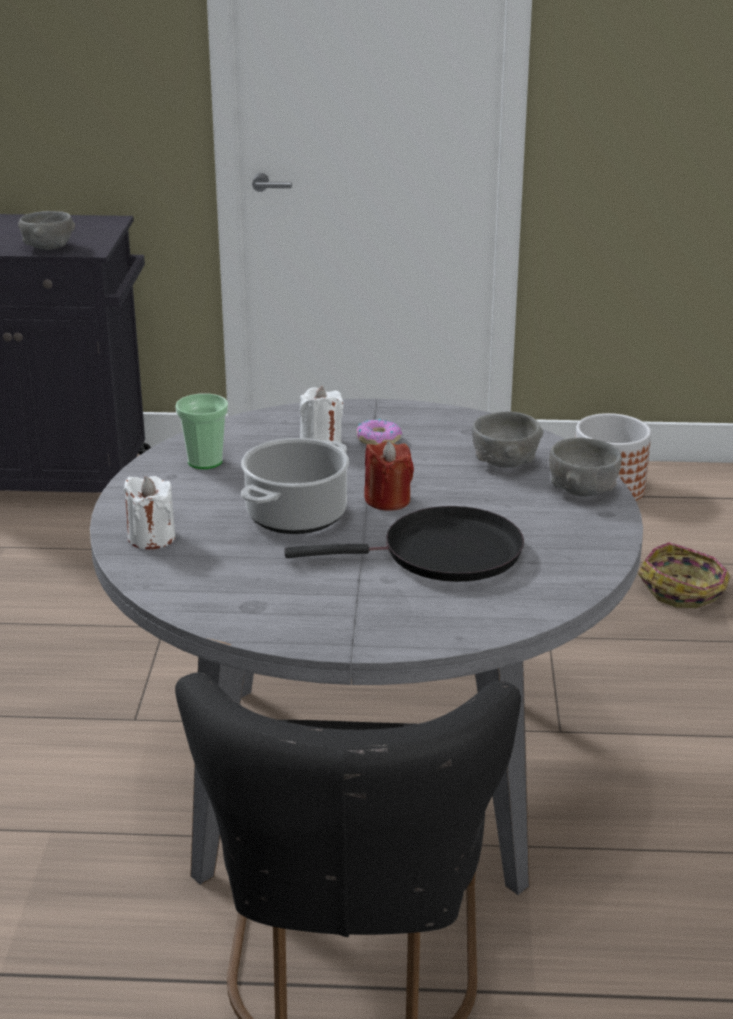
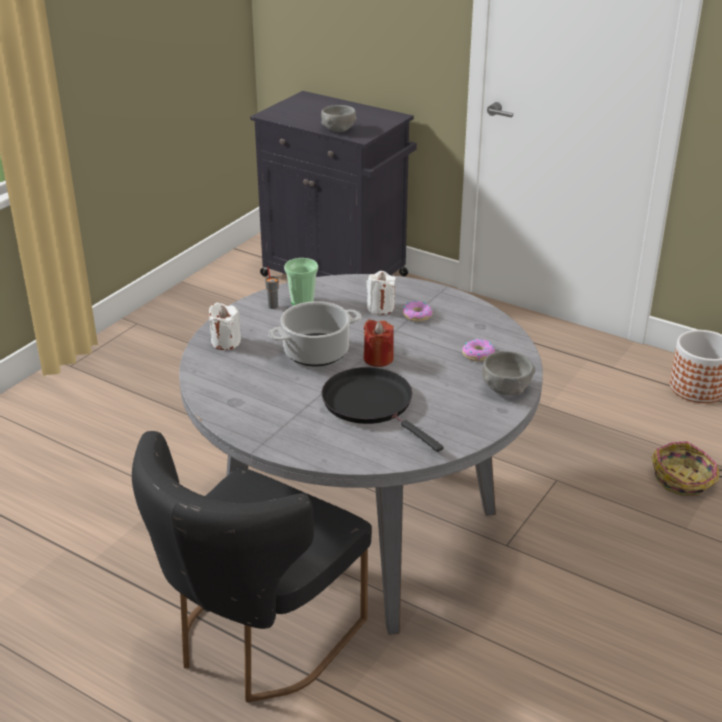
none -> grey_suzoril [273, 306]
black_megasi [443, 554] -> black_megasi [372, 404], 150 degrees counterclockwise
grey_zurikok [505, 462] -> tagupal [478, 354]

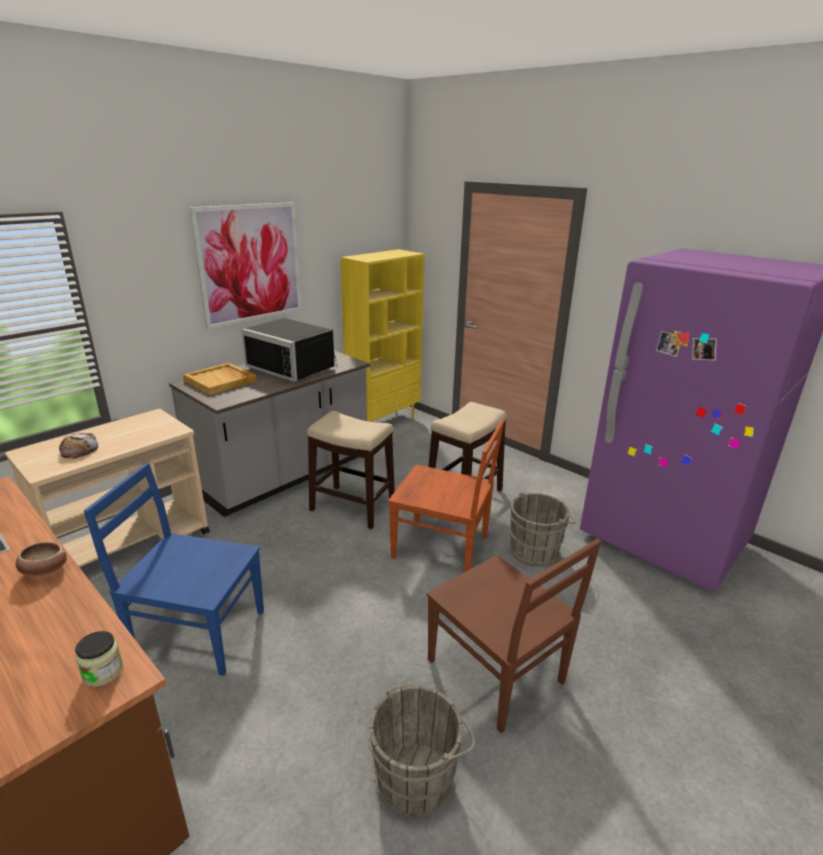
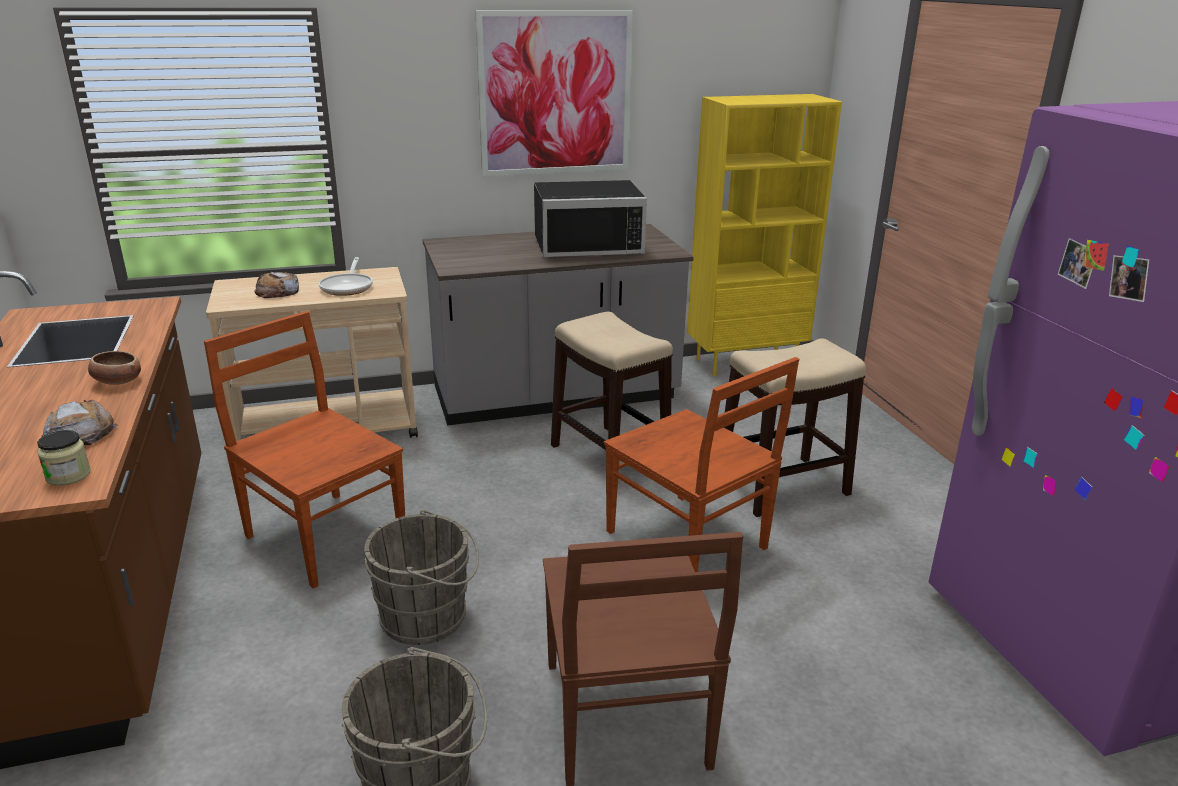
none -> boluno [80, 433]
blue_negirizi [197, 632] -> brown_negirizi [323, 535]
none -> megasi [348, 287]
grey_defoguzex [536, 550] -> grey_defoguzex [429, 617], relocated
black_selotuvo [295, 367] -> black_selotuvo [587, 245], 75 degrees counterclockwise
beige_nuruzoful [221, 381] -> none

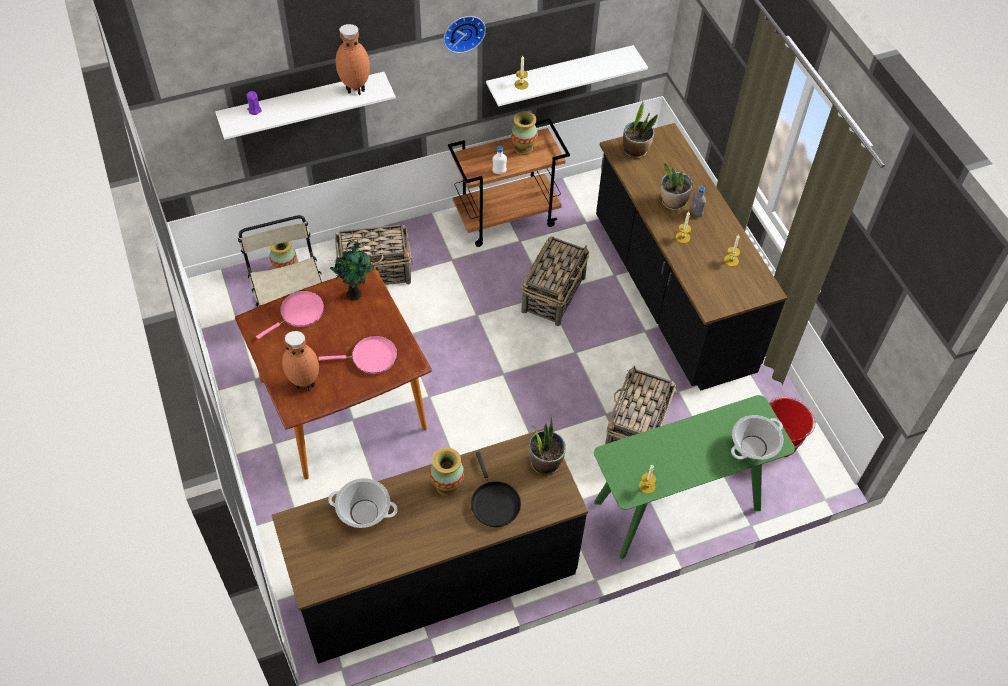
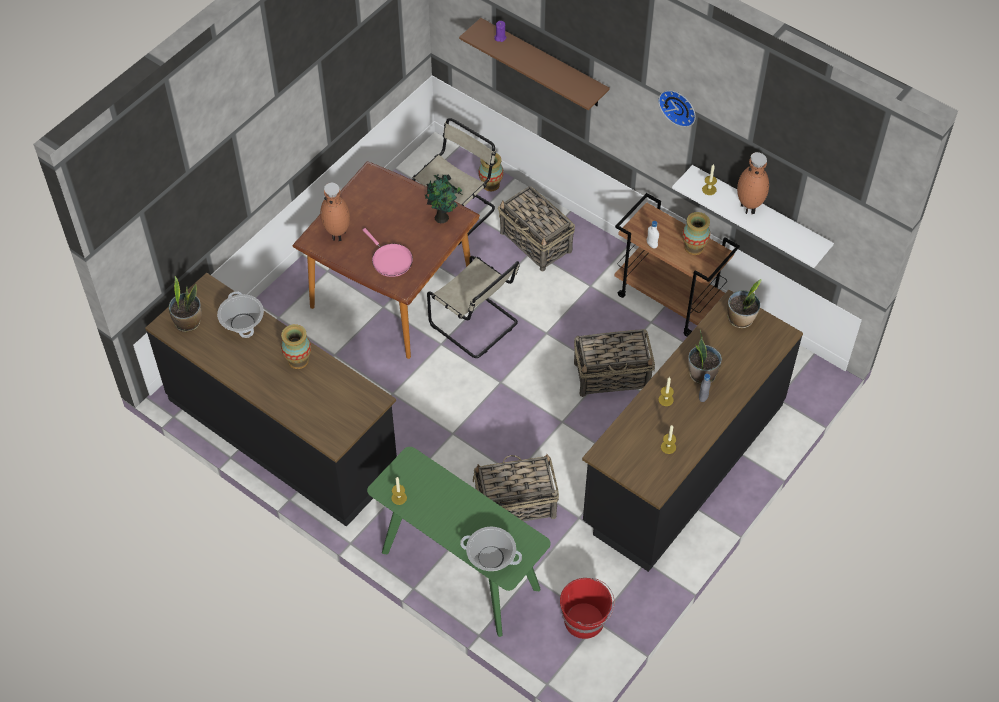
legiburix [545, 462] -> legiburix [188, 322], relocated
none -> beige_negirizi [476, 325]
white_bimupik [303, 104] -> brown_bimupik [543, 63]
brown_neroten [355, 89] -> brown_neroten [749, 207], relocated
pink_megasi [299, 313] -> none
black_megasi [494, 502] -> none

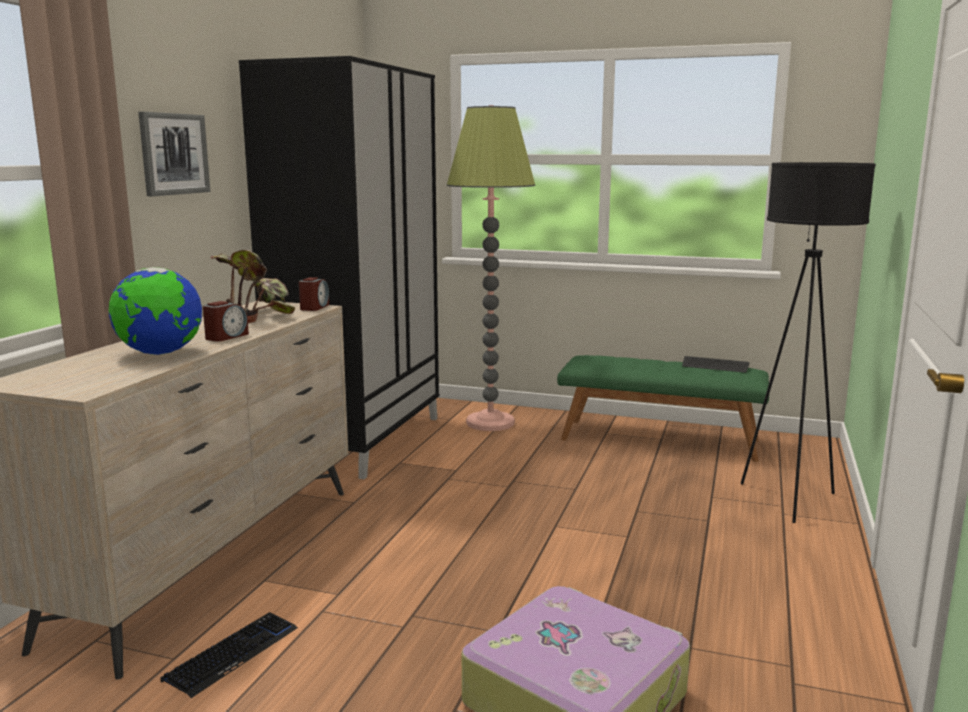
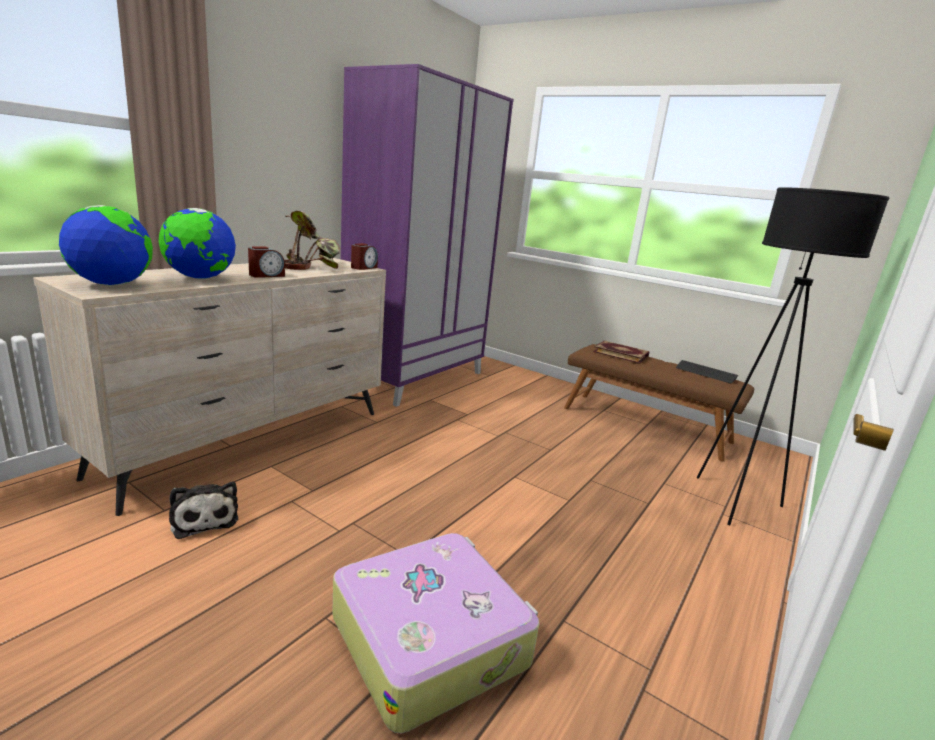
none -> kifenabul [112, 284]
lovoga [232, 654] -> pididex [204, 518]
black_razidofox [360, 440] -> purple_razidofox [414, 377]
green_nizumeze [659, 439] -> brown_nizumeze [646, 424]
none -> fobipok [621, 354]
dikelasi [174, 154] -> none
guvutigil [490, 423] -> none

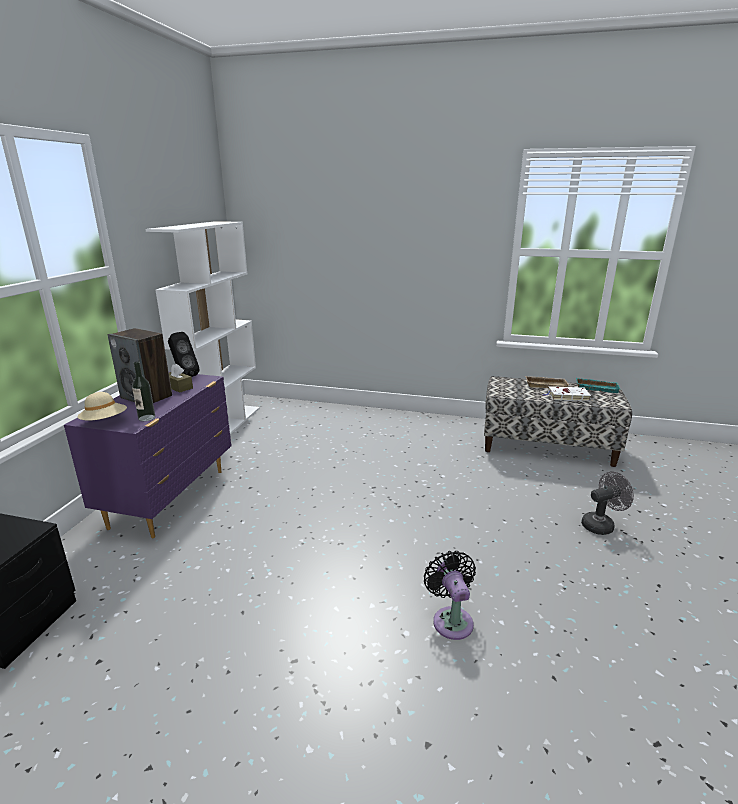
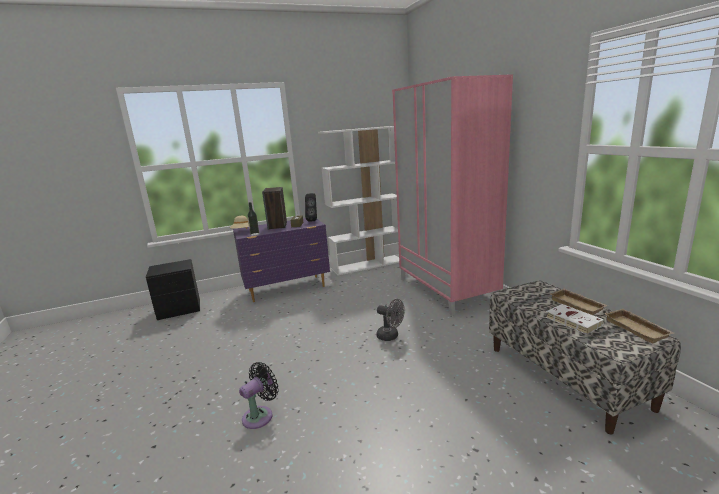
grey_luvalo [601, 525] -> grey_luvalo [391, 336], relocated
none -> pink_razidofox [447, 290]
turquoise_nuruzoful [597, 388] -> beige_nuruzoful [638, 329]

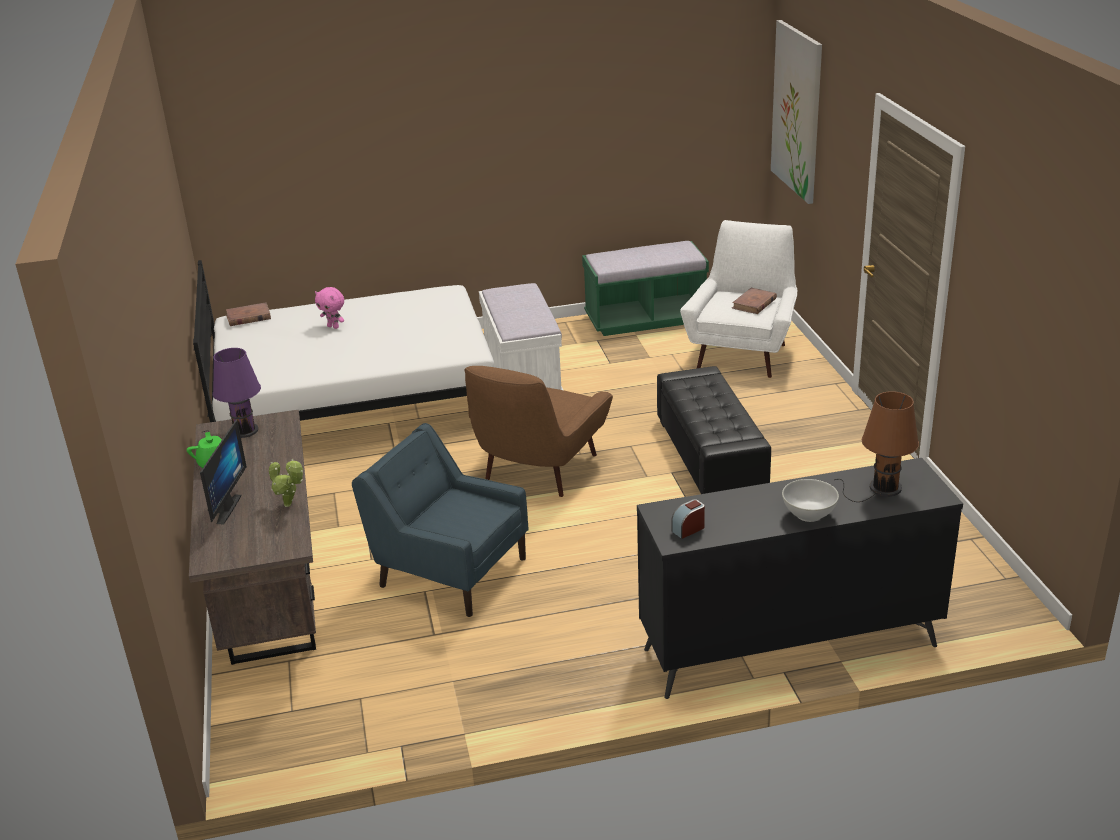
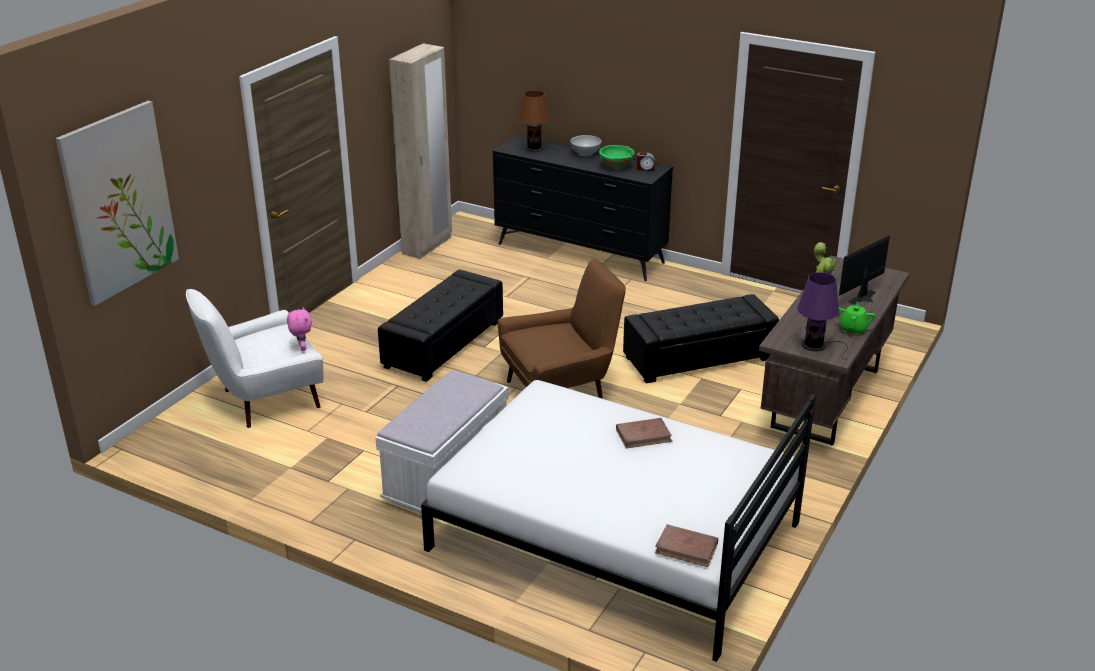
pink_pididex [333, 327] -> pink_pididex [302, 348], relocated
none -> beige_razidofox [427, 246]
none -> green_zurikok [616, 167]
brown_fobipok [754, 303] -> brown_fobipok [643, 435], relocated
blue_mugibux [450, 571] -> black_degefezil [699, 358]
green_nizumeze [645, 319] -> none

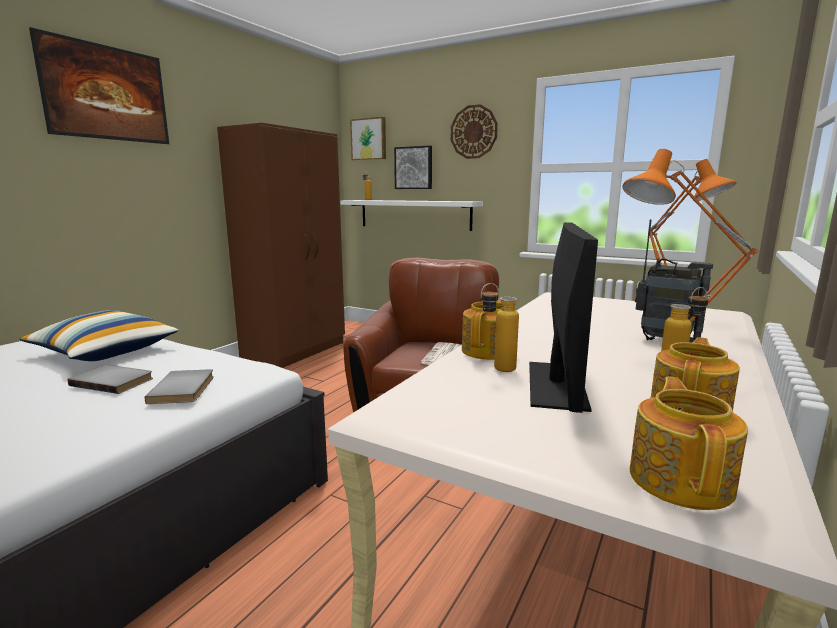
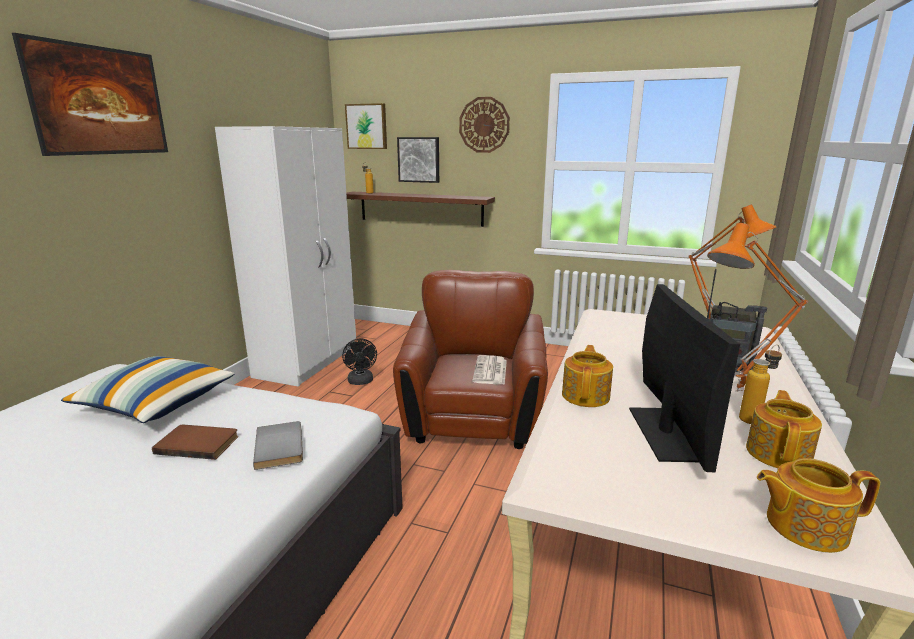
grey_fobipok [114, 381] -> brown_fobipok [199, 443]
brown_razidofox [296, 351] -> white_razidofox [308, 361]
none -> black_luvalo [361, 382]
white_bimupik [414, 214] -> brown_bimupik [420, 208]
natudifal [681, 479] -> natudifal [804, 526], 90 degrees counterclockwise
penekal [496, 370] -> none

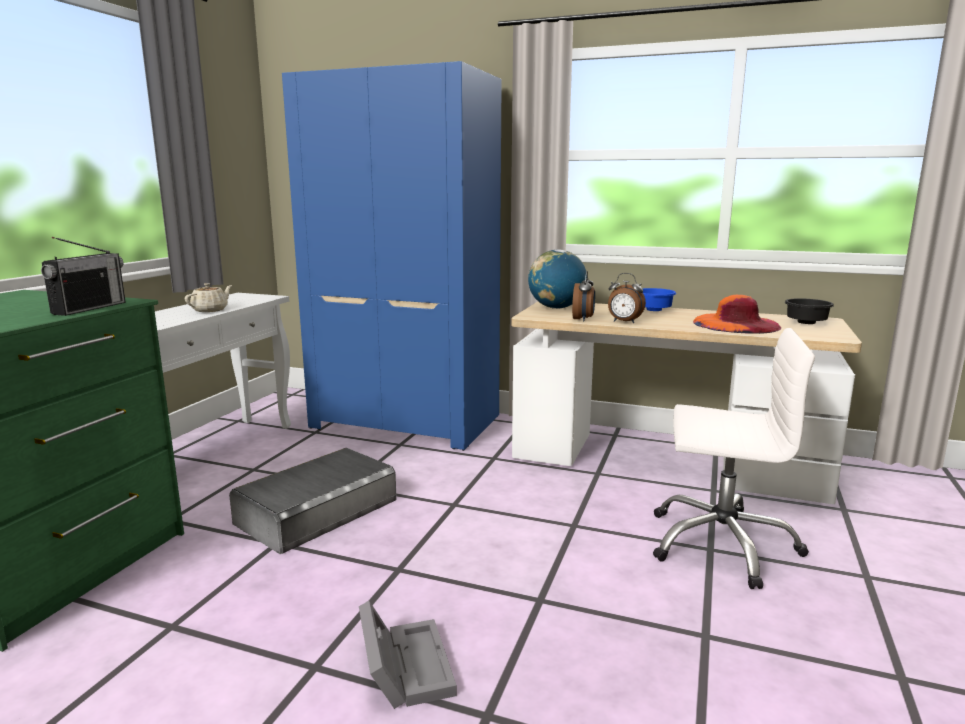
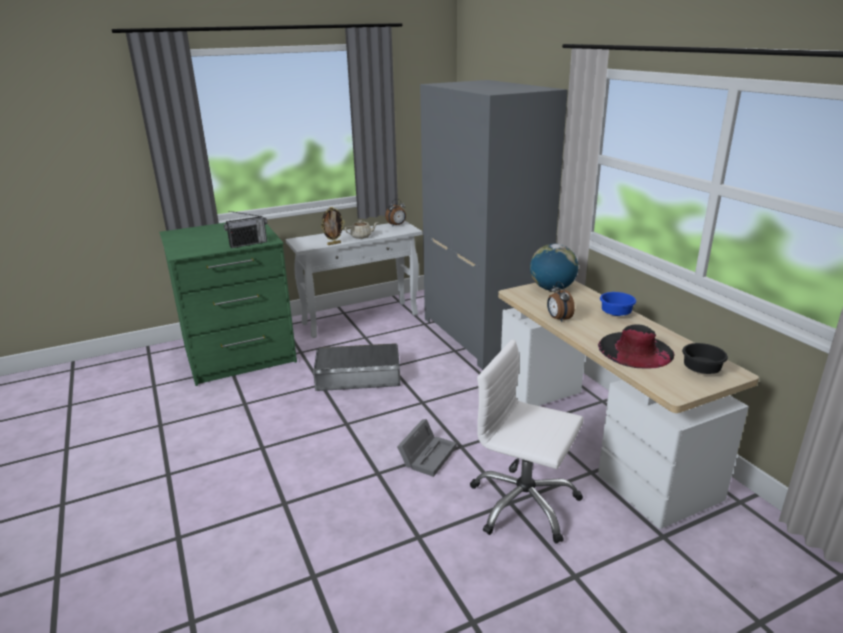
none -> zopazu [334, 244]
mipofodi [583, 319] -> mipofodi [397, 225], relocated
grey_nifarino [404, 665] -> grey_nifarino [428, 454], relocated
blue_razidofox [408, 421] -> grey_razidofox [484, 335]
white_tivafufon [721, 543] -> white_tivafufon [523, 504], 150 degrees clockwise
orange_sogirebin [736, 324] -> black_sogirebin [635, 350]

